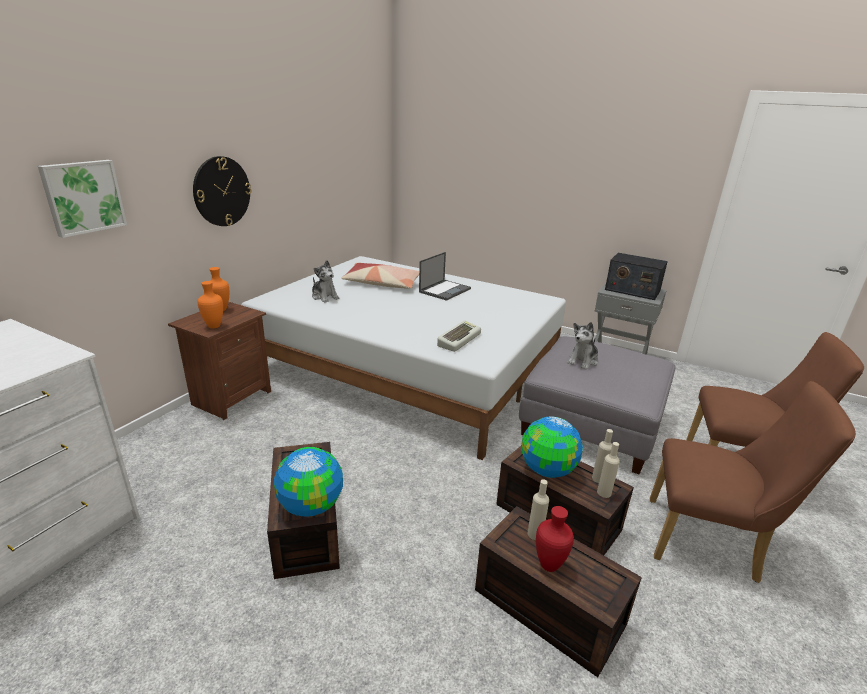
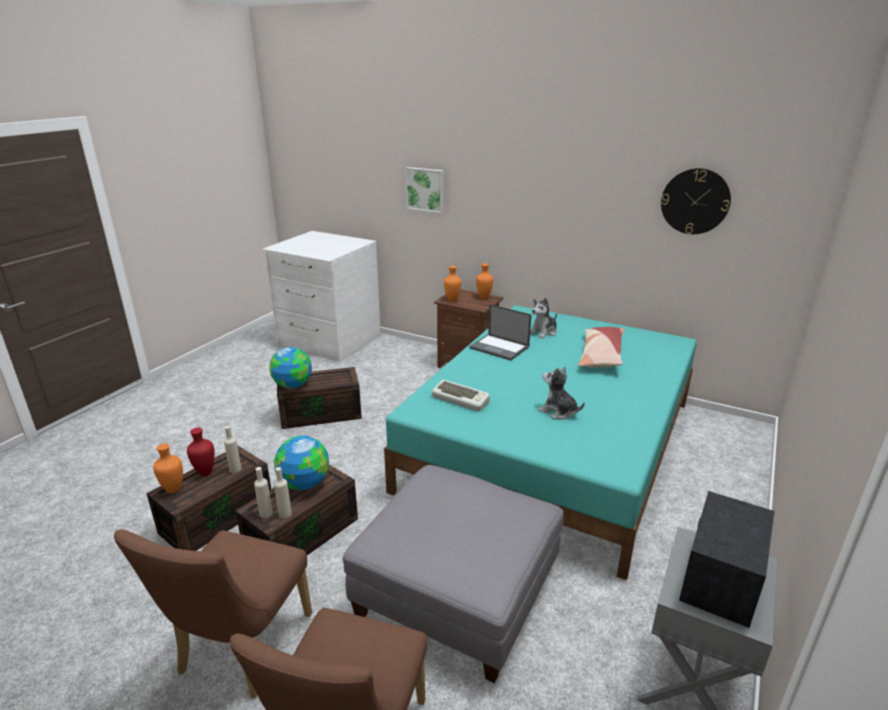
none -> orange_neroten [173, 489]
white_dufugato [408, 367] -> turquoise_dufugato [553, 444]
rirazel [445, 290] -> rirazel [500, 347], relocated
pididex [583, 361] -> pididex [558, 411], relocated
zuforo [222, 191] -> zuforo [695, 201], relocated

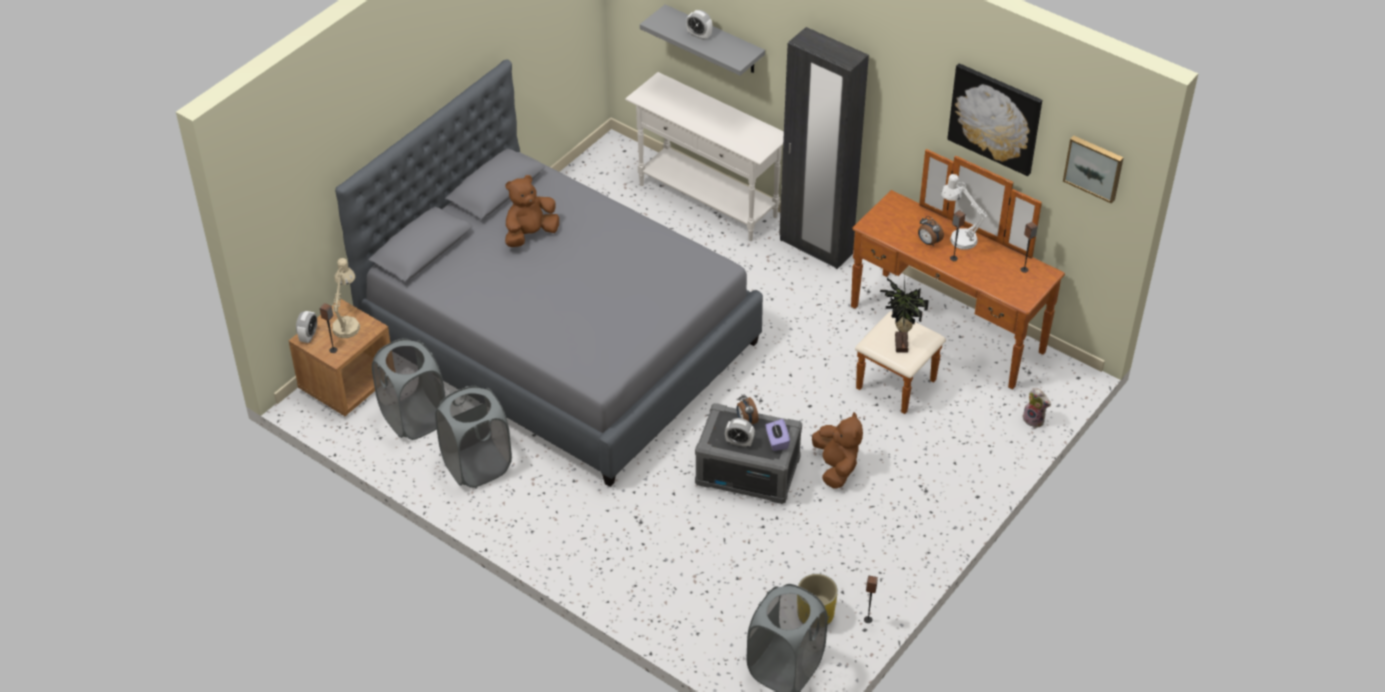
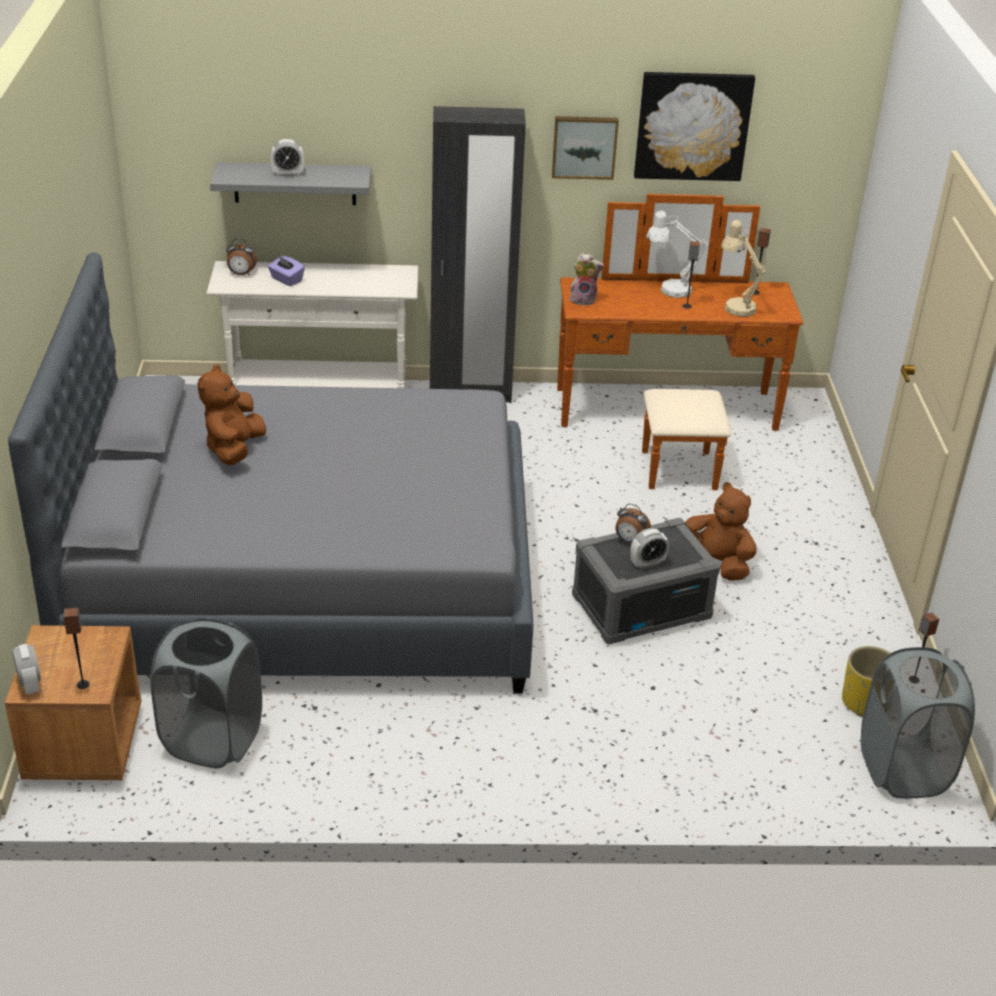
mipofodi [928, 242] -> mipofodi [241, 274], relocated
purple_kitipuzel [777, 441] -> purple_kitipuzel [286, 280], relocated
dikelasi [1094, 167] -> dikelasi [584, 146], relocated
pididex [1034, 420] -> pididex [583, 300], relocated
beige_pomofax [347, 324] -> beige_pomofax [735, 306], relocated
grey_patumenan [477, 466] -> none
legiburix [899, 344] -> none

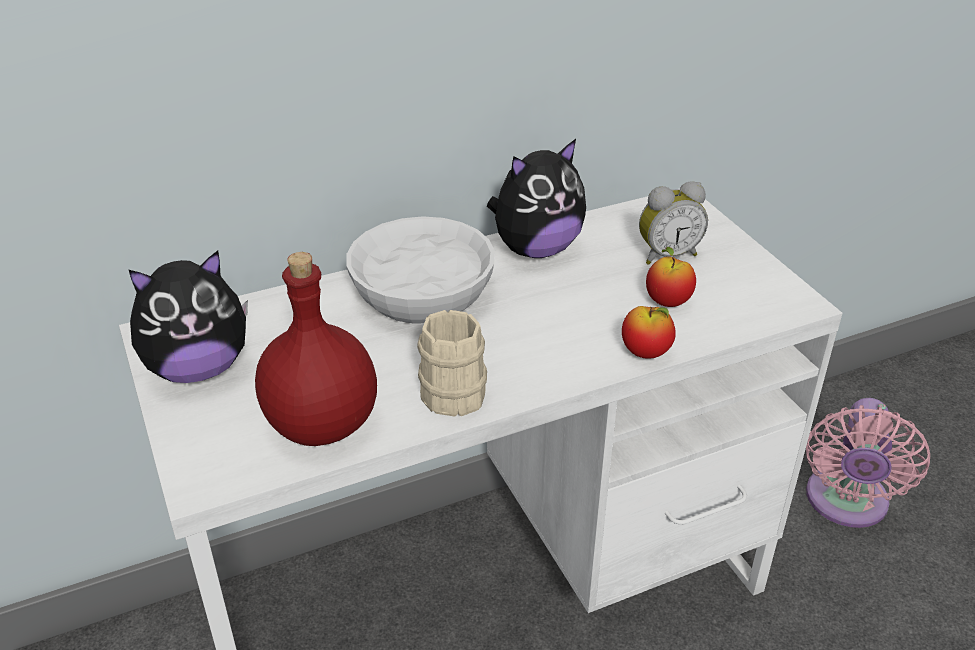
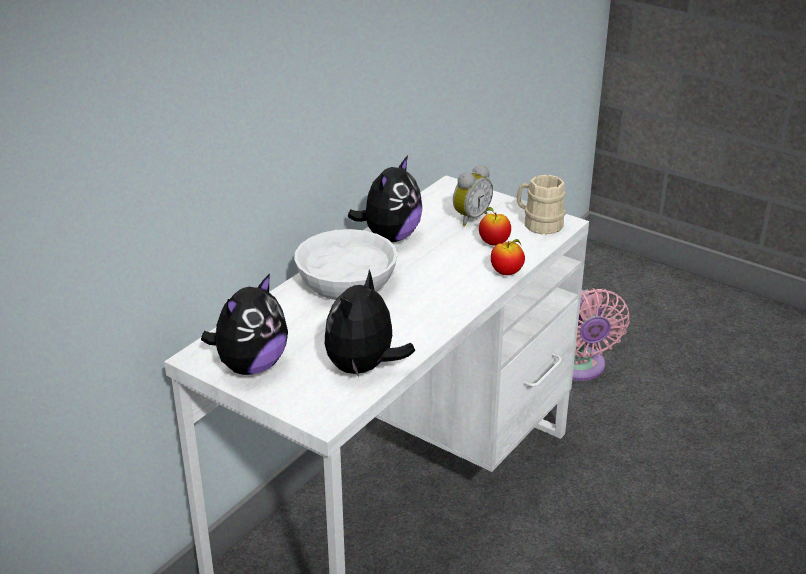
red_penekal [322, 426] -> pididex [364, 368]
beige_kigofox [448, 389] -> beige_kigofox [538, 224], relocated

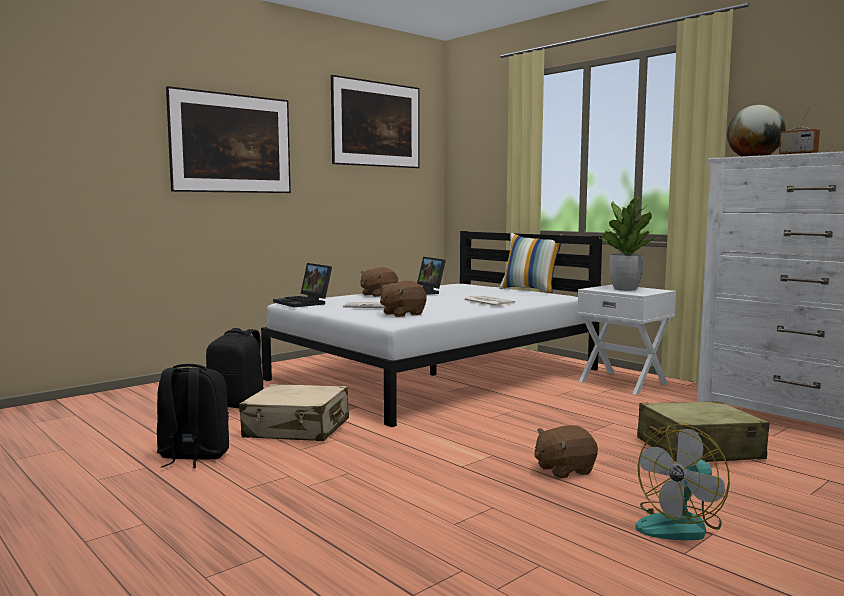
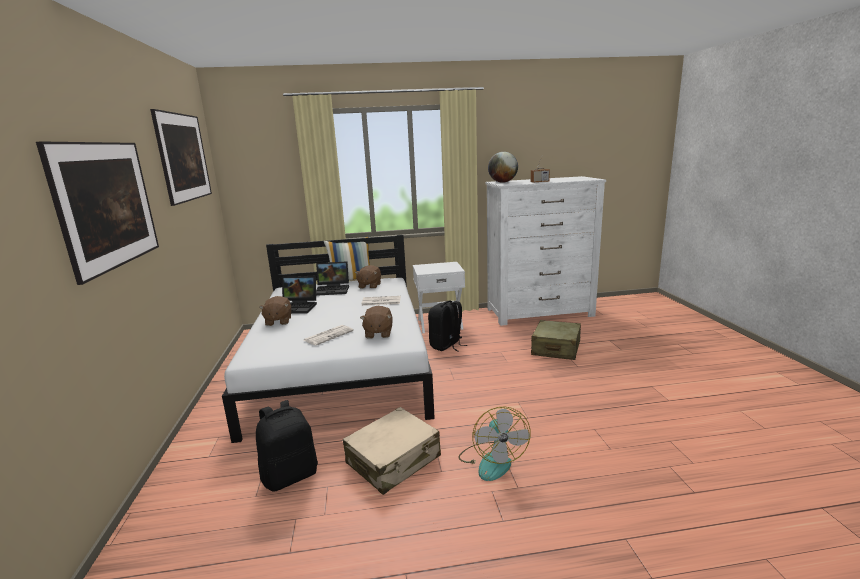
rirazel [304, 303] -> rirazel [333, 289], relocated
brown_pididex [564, 470] -> brown_pididex [369, 286], relocated
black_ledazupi [193, 456] -> black_ledazupi [446, 345], relocated
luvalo [680, 525] -> luvalo [492, 460], relocated
legiburix [624, 289] -> none

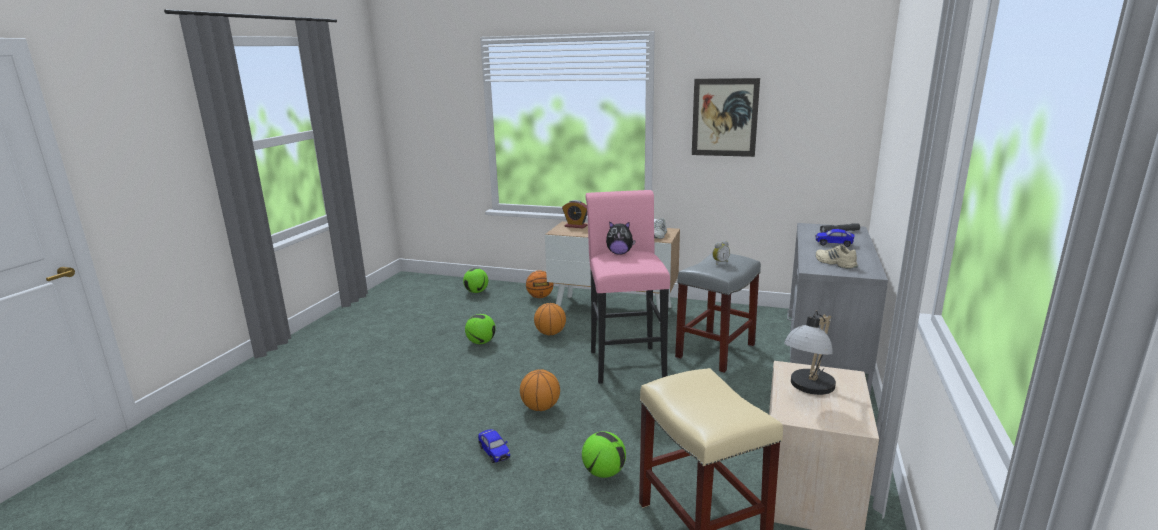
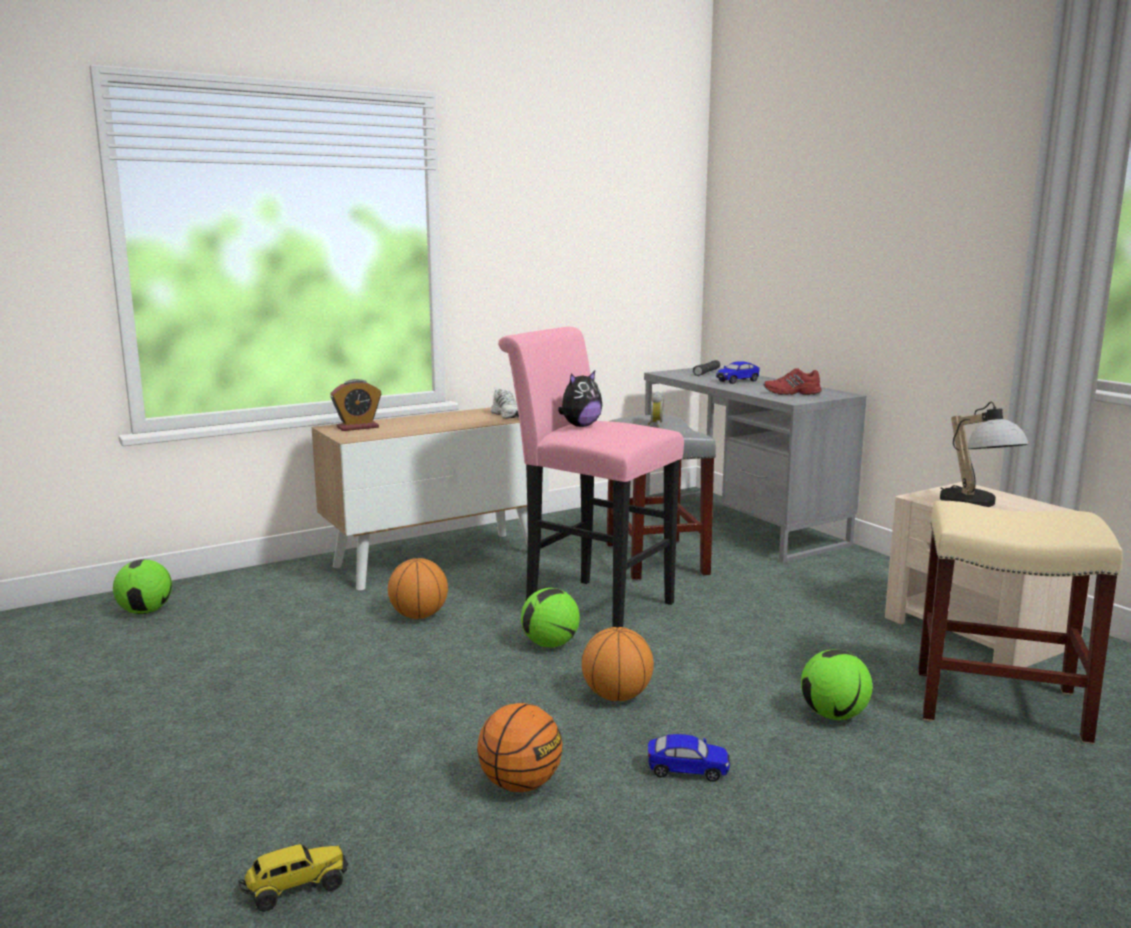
none -> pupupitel [295, 888]
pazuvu [540, 297] -> pazuvu [520, 784], relocated
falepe [481, 342] -> falepe [550, 644], relocated
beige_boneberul [834, 263] -> red_boneberul [792, 393]
dikelasi [724, 117] -> none

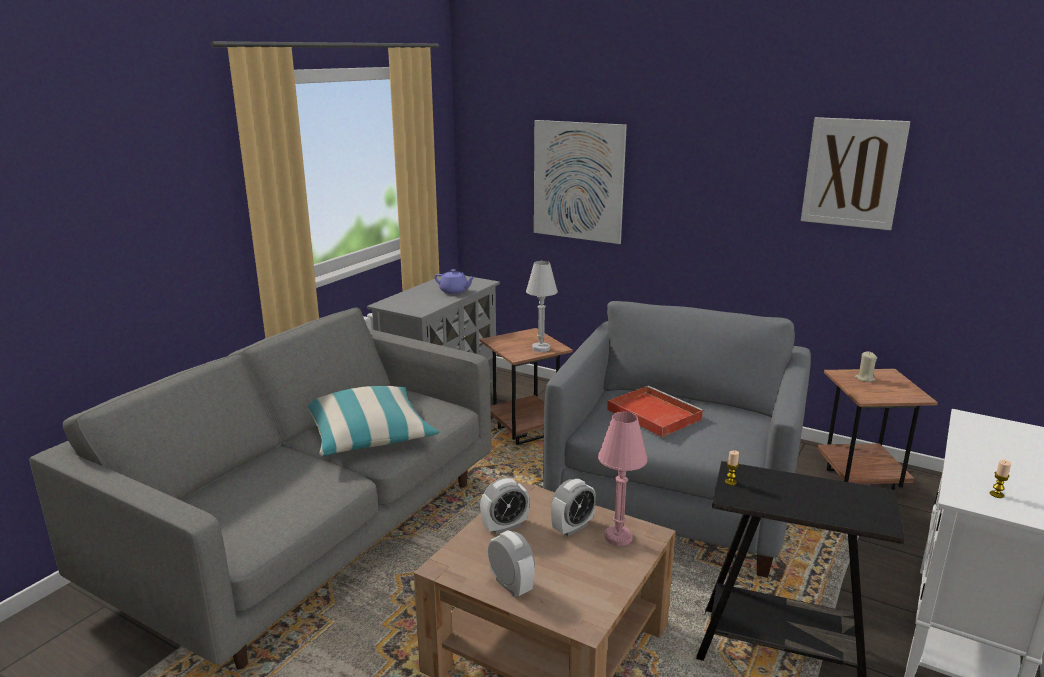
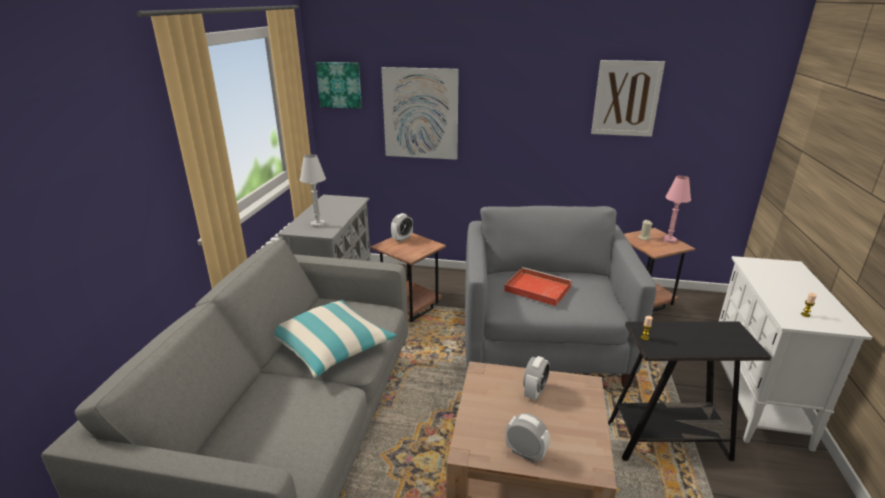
white_pomofax [541, 348] -> white_pomofax [318, 224], relocated
none -> dikelasi [340, 85]
mipofodi [505, 526] -> mipofodi [402, 238], relocated
pink_pomofax [618, 537] -> pink_pomofax [669, 240], relocated
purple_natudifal [454, 291] -> none

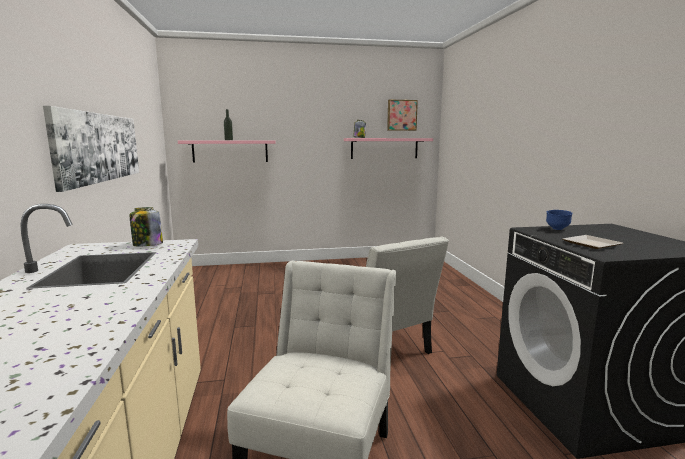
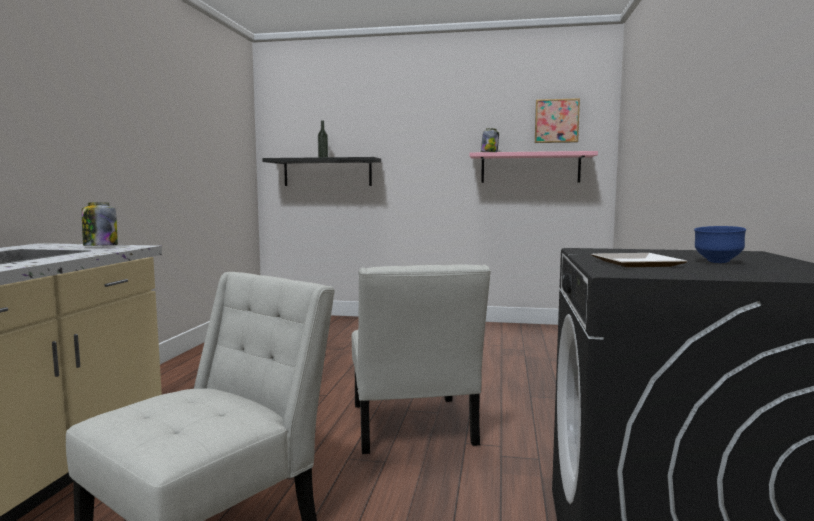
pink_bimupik [230, 151] -> black_bimupik [327, 172]
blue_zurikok [557, 229] -> blue_zurikok [717, 262], relocated
dikelasi [99, 147] -> none

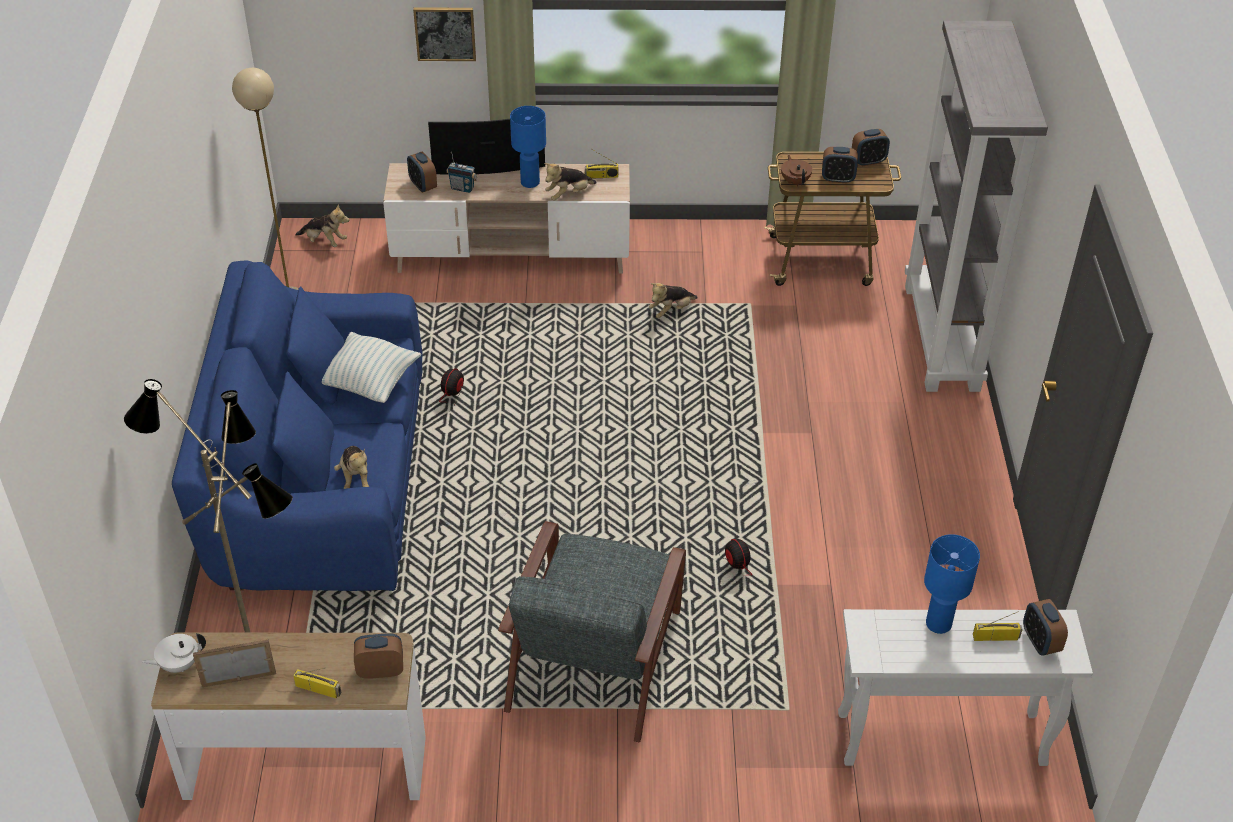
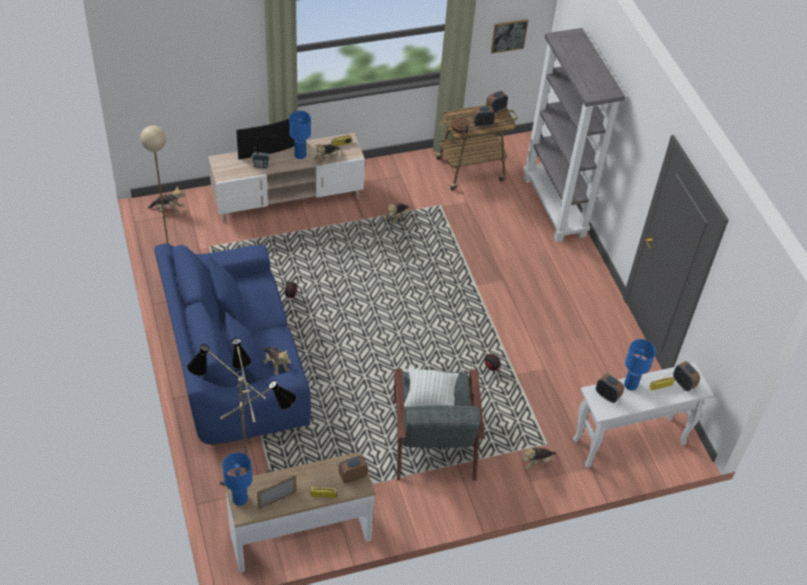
white_natudifal [179, 664] -> blue_pomofax [239, 499]
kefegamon [369, 383] -> kefegamon [430, 398], relocated
dikelasi [445, 33] -> dikelasi [509, 35], relocated
none -> pididex [536, 462]
mipofodi [423, 186] -> mipofodi [607, 395], relocated

